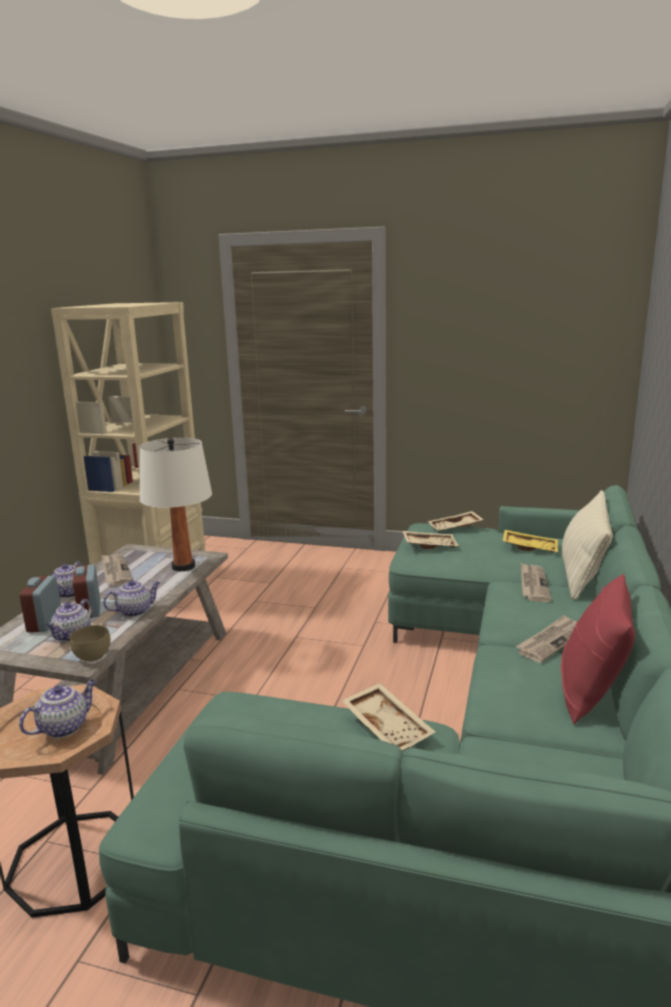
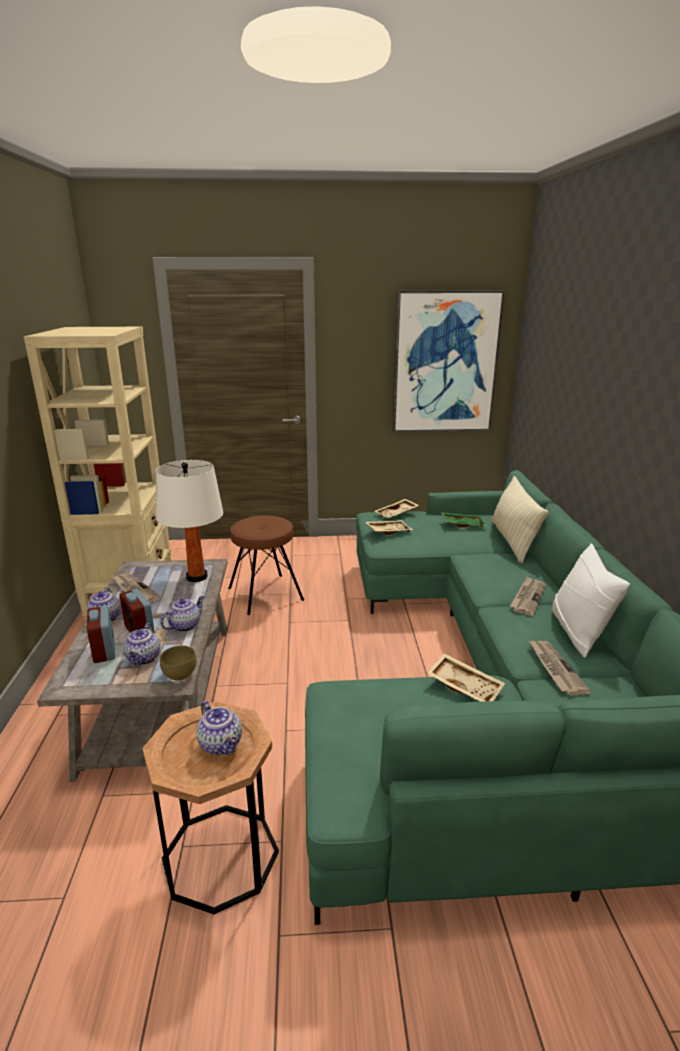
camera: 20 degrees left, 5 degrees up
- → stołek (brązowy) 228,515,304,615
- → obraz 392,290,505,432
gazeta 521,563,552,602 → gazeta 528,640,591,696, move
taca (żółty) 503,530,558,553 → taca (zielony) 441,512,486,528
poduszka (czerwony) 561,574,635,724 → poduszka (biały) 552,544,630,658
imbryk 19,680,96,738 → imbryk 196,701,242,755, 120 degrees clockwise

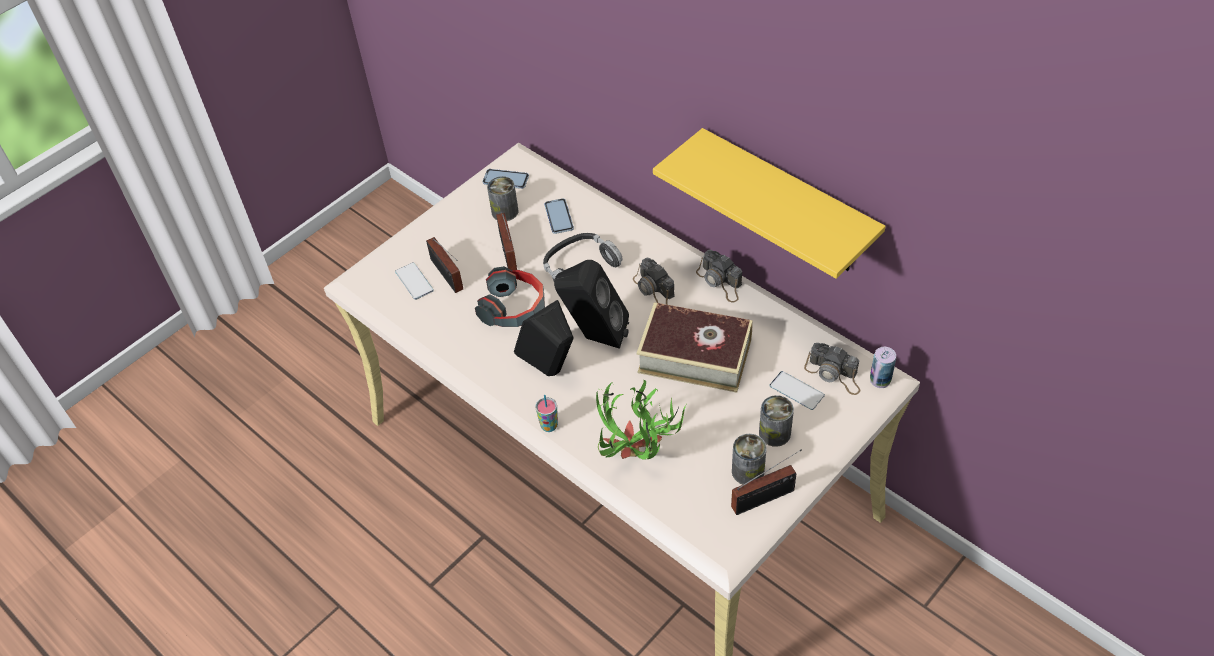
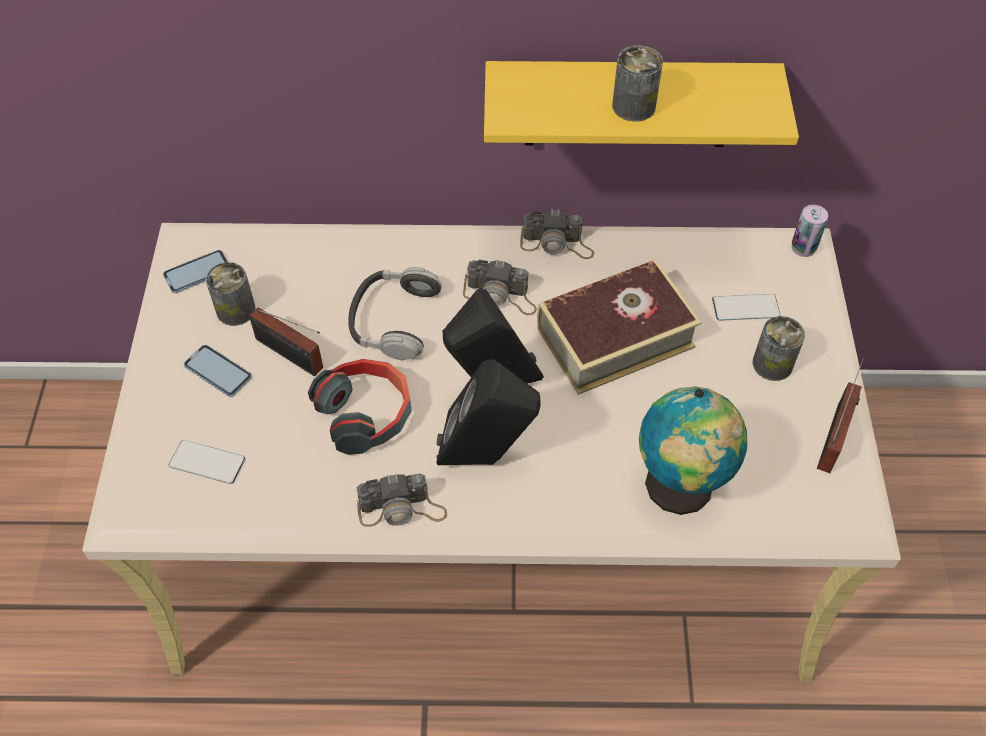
camera: 45 degrees left, 5 degrees up
radio 426,237,463,293 → -
filiżanka 536,395,558,432 → -
telefon 544,198,574,234 → telefon 184,345,252,397, move
puszka 732,434,767,485 → puszka 612,45,663,122, move
aparat fotograficzny 804,343,860,395 → aparat fotograficzny 357,474,447,527, move
roślina doniczkowa 596,380,687,460 → globus 639,386,747,515

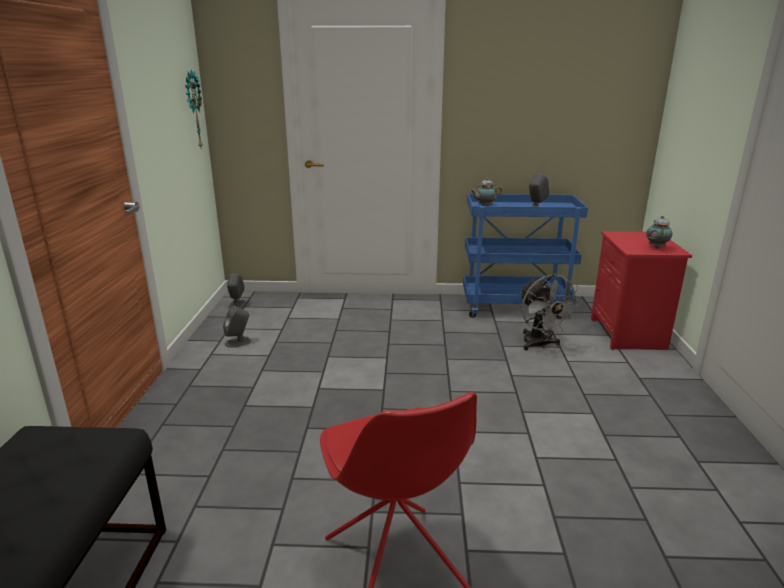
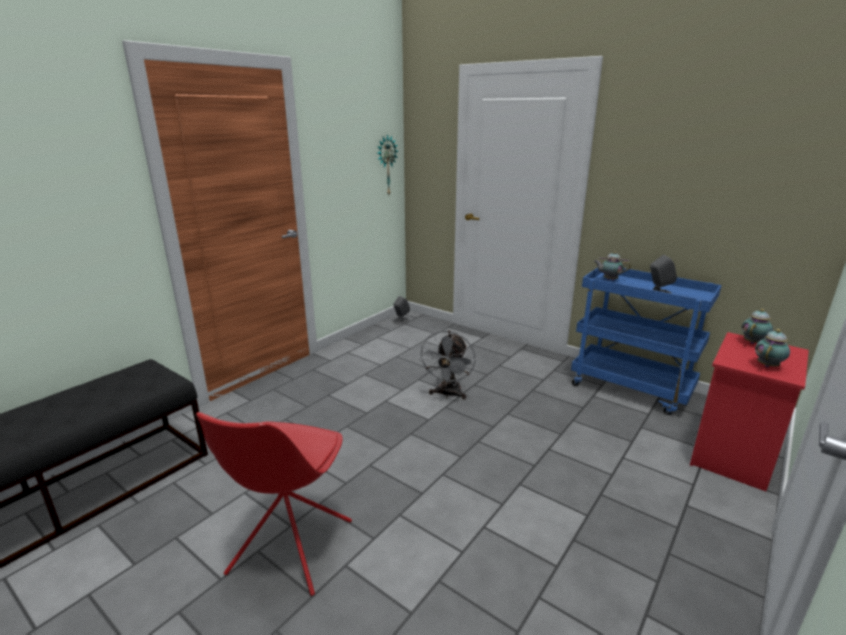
camera: 35 degrees right, 0 degrees up
głośnik (szary) 223,306,251,348 → -
- → imbryk 742,309,773,344
wentylator (szary) 520,274,582,350 → wentylator (szary) 418,330,476,400, move

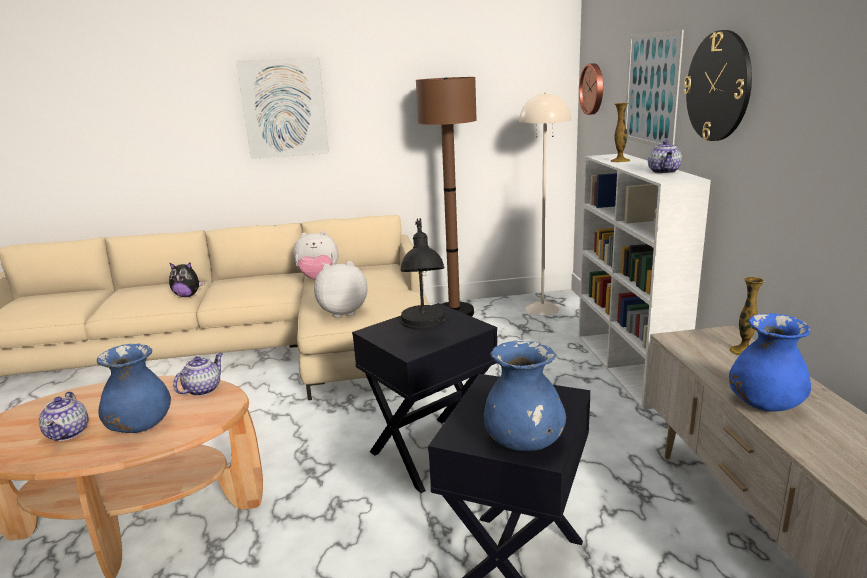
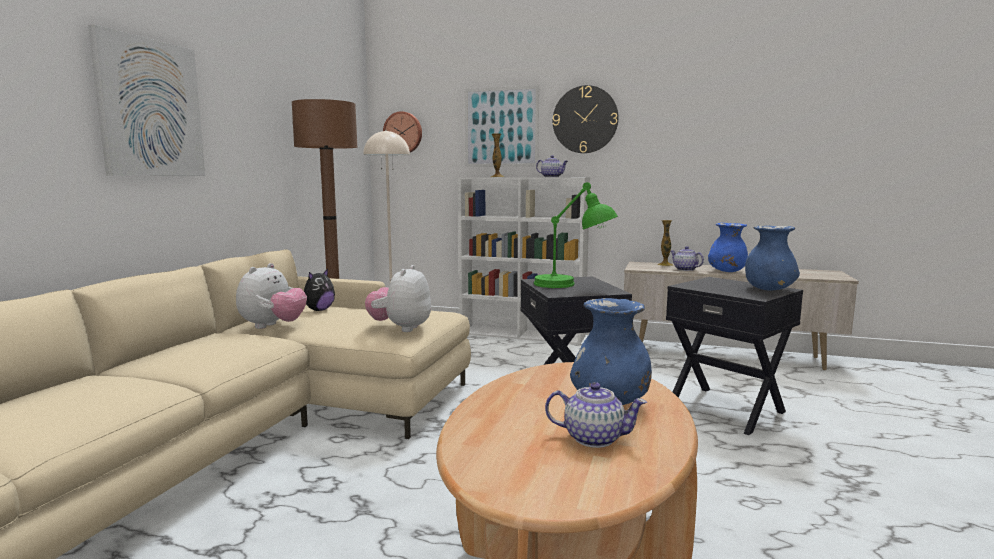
camera: 65 degrees left, 10 degrees down
pluszak 169,262,204,297 → pluszak 304,269,335,311, move
imbryk 173,353,223,396 → imbryk 671,246,704,271, move
lampa stołowa (czarny) 400,218,446,330 → lampa stołowa (zielony) 534,182,618,288

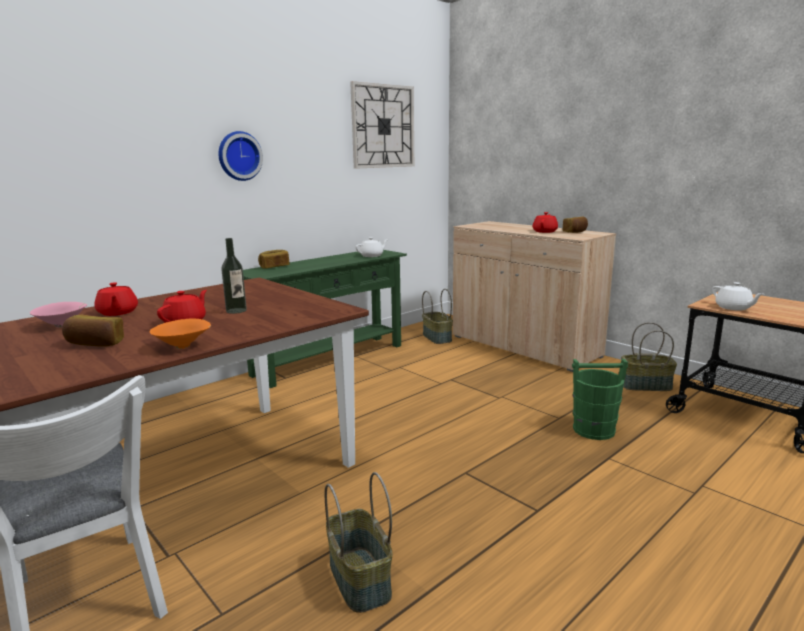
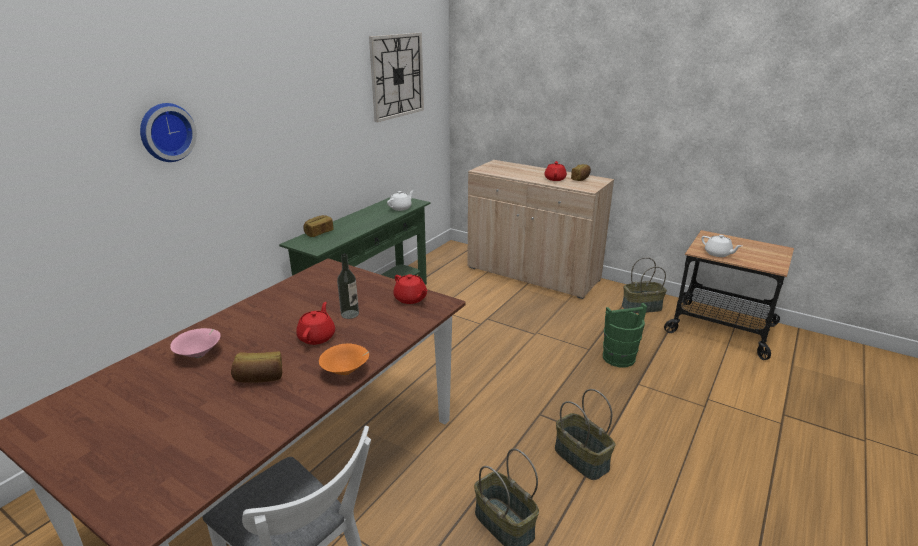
camera: 15 degrees left, 10 degrees up
imbryk (czerwony) 94,282,138,316 → imbryk (czerwony) 393,274,428,304, move
zegar ścienny 218,131,263,181 → zegar ścienny 140,103,197,162, move
koszyk 422,289,453,344 → koszyk 555,389,615,480, move

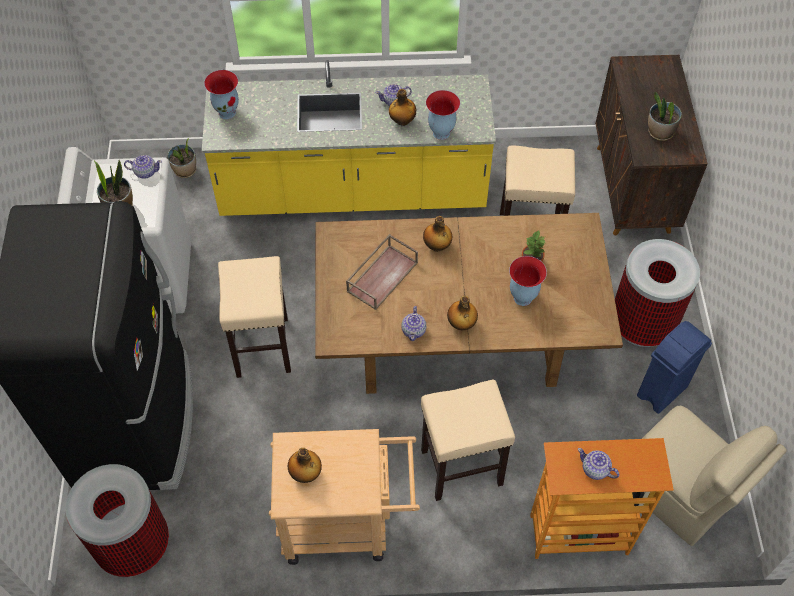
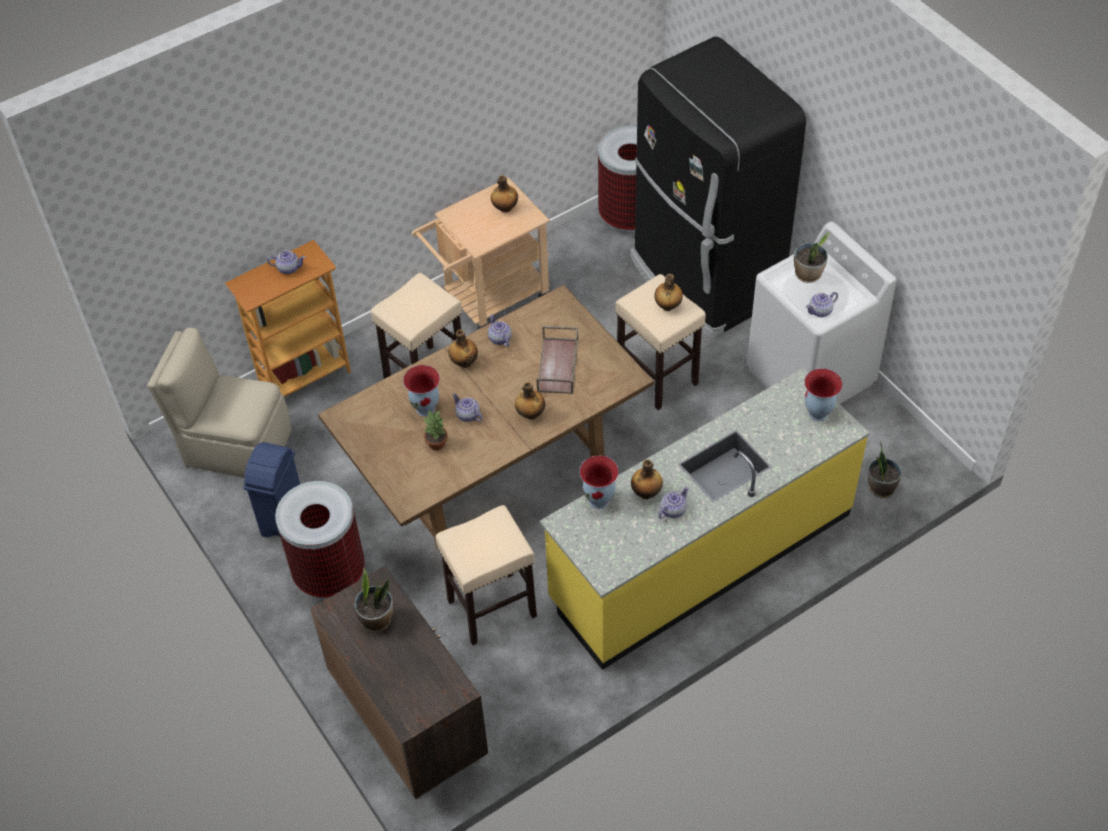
camera: 150 degrees right, 5 degrees down
- → imbryk 452,393,483,422
- → butelka 654,274,683,311

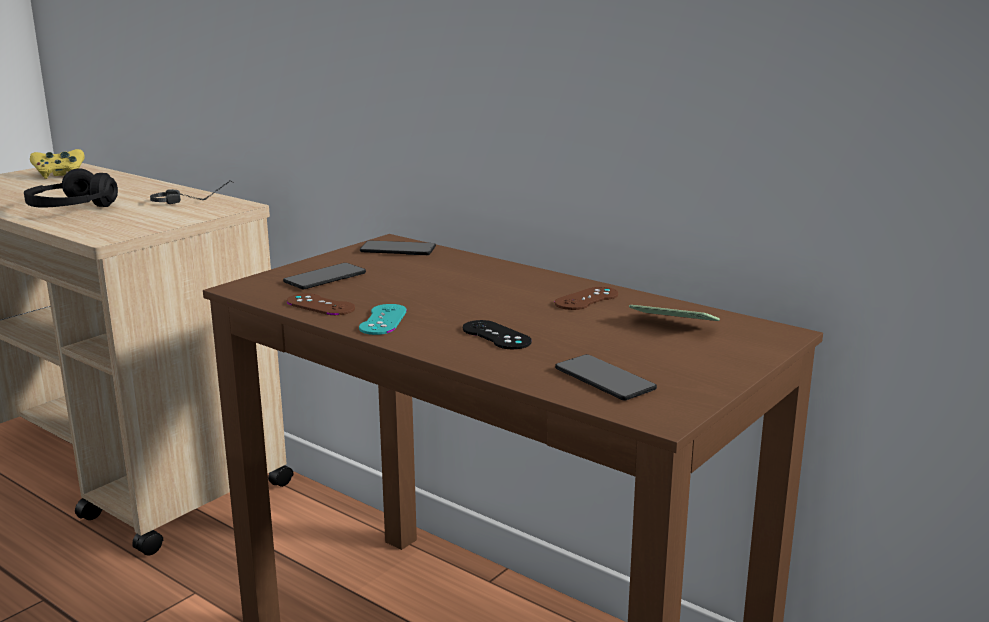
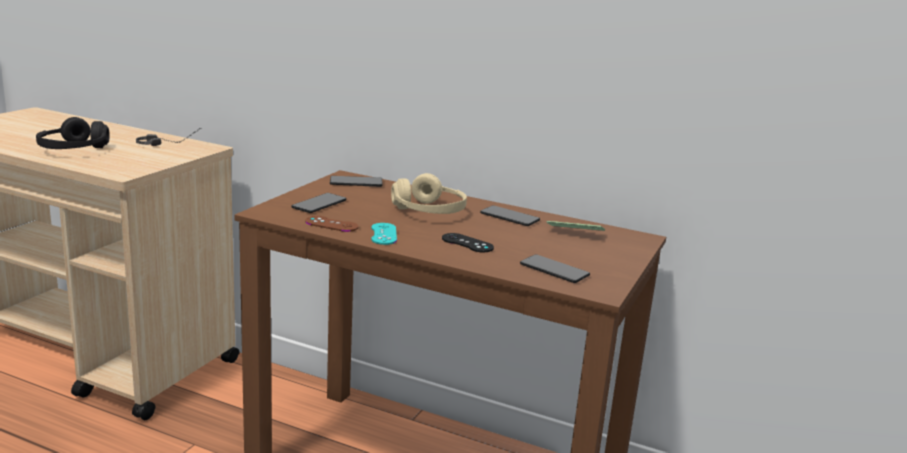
camera: 15 degrees left, 0 degrees up
pad do gier (żółty) 30,149,85,179 → -
- → słuchawki (beżowy) 391,173,467,214
pad do gier (brązowy) 554,287,618,310 → telefon 480,205,540,226

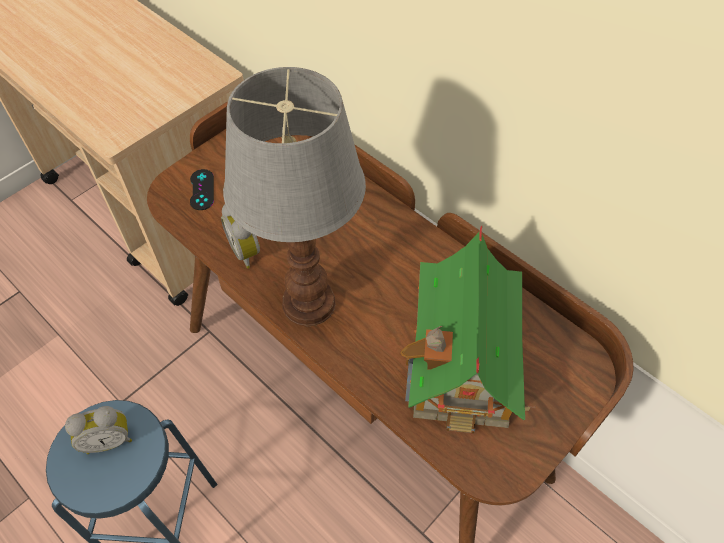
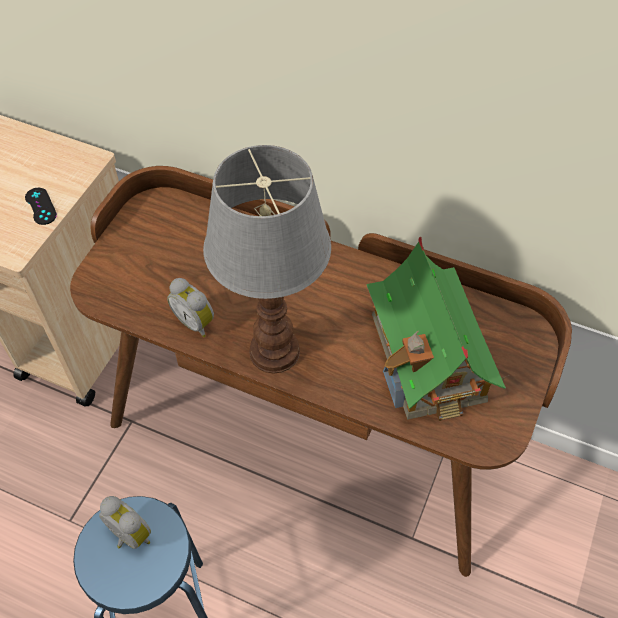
camera: 20 degrees left, 0 degrees up
pad do gier (czarny) 190,169,214,210 → pad do gier (czarny) 25,188,57,225, move
budzik 65,406,132,454 → budzik 99,496,151,549, 105 degrees counterclockwise

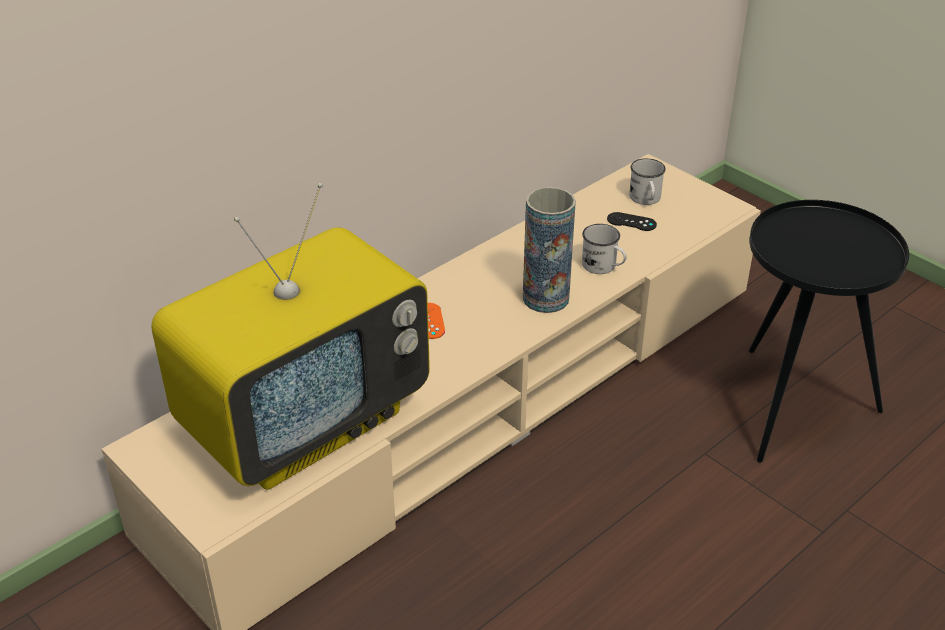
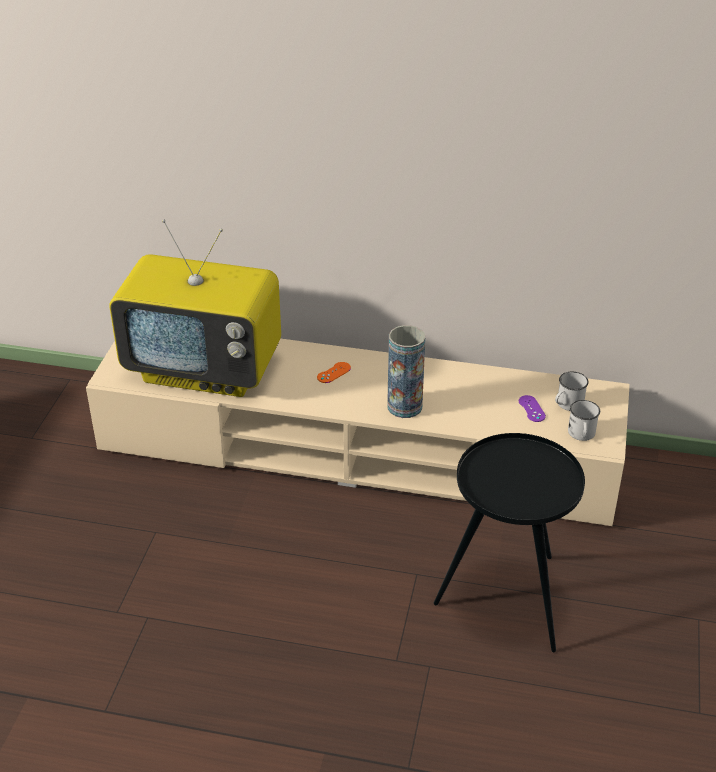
camera: 55 degrees right, 0 degrees up
kubek (biały) 582,224,627,274 → kubek (biały) 568,400,600,441, move
pad do gier (czarny) 607,212,657,231 → pad do gier (fioletowy) 519,395,546,422

